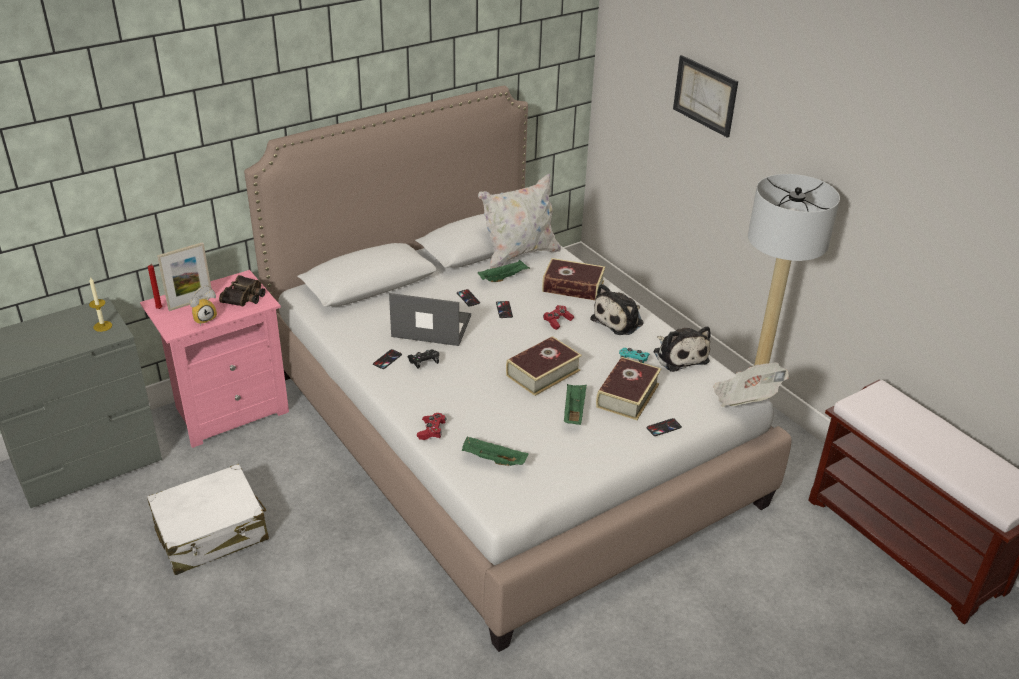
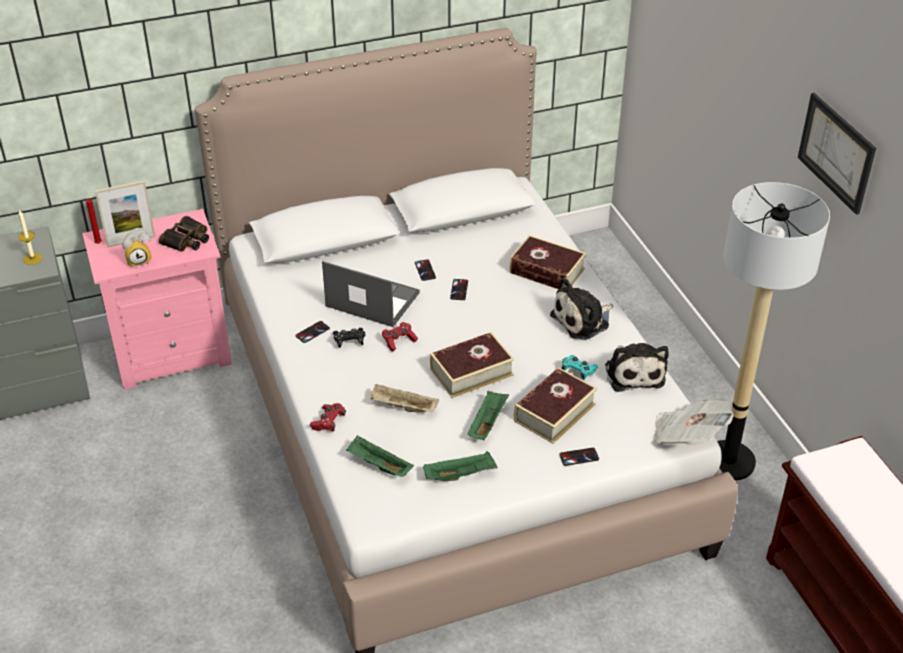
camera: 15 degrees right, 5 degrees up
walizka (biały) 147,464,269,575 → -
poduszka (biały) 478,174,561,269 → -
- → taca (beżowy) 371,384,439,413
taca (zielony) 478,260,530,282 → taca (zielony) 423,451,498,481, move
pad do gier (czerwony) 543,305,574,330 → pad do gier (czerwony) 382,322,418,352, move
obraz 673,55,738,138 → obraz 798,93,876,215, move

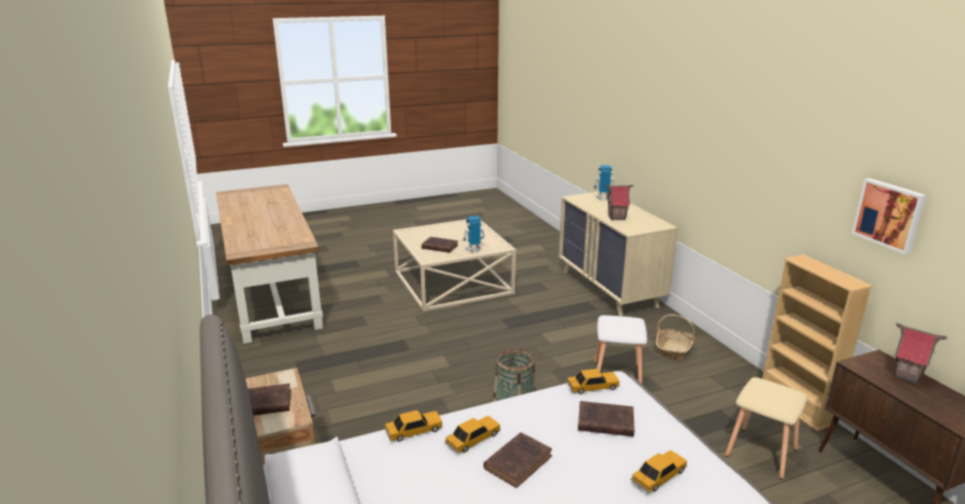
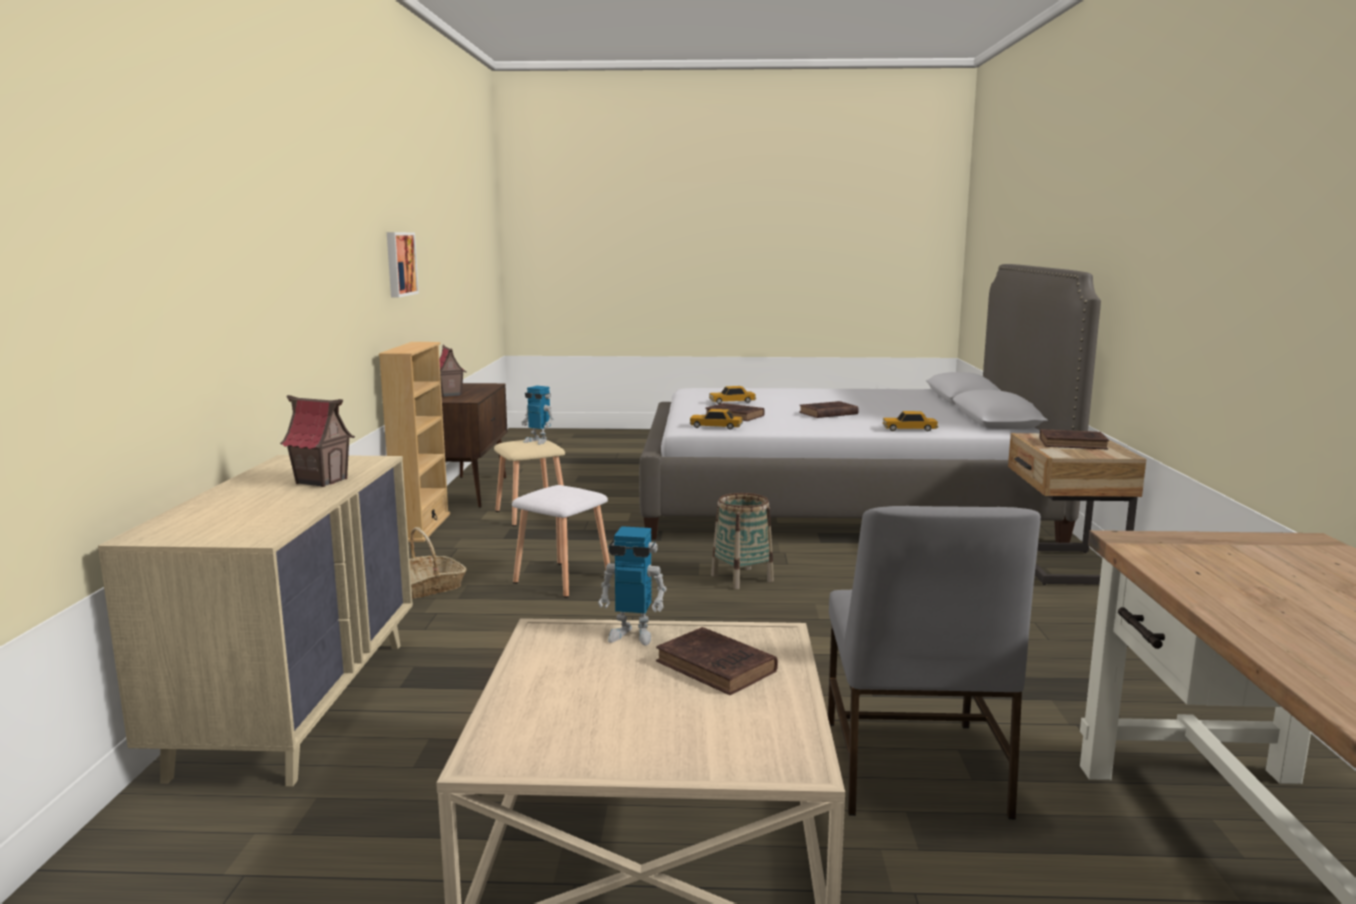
camera: 155 degrees left, 10 degrees down
samochodzik 444,416,500,454 → -
- → krzesło (szary) 828,506,1041,819
robot zabawkowy 593,165,615,201 → robot zabawkowy 522,386,554,445, move

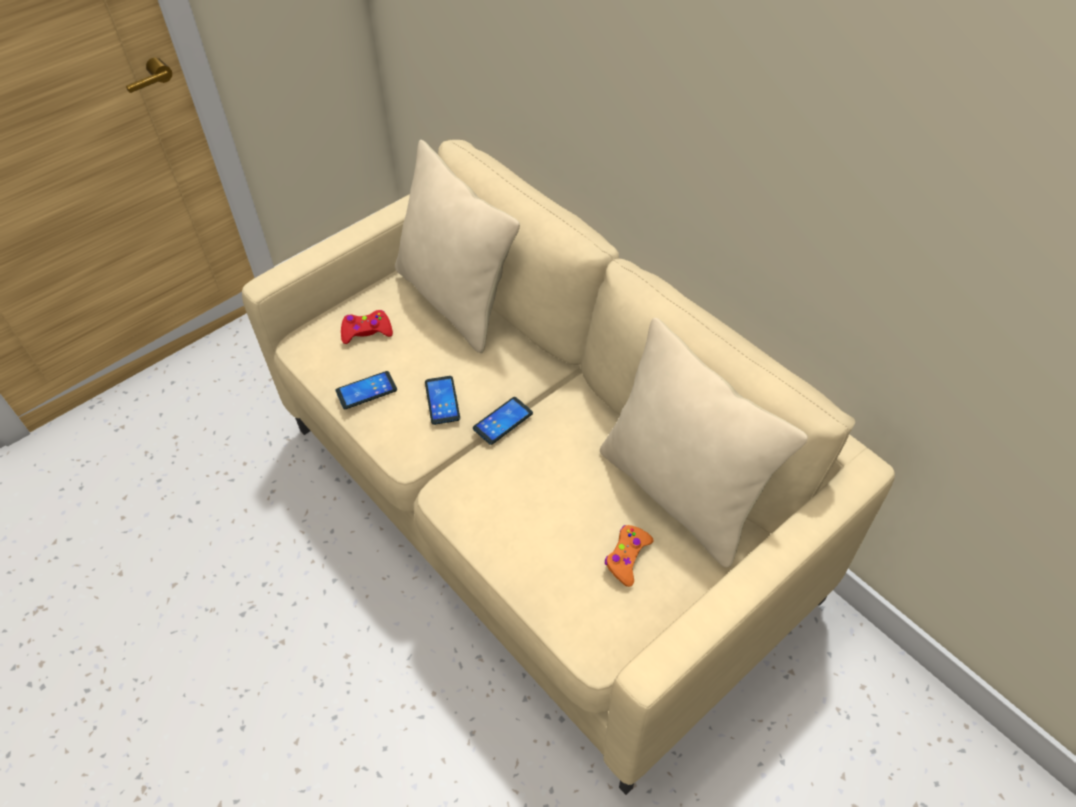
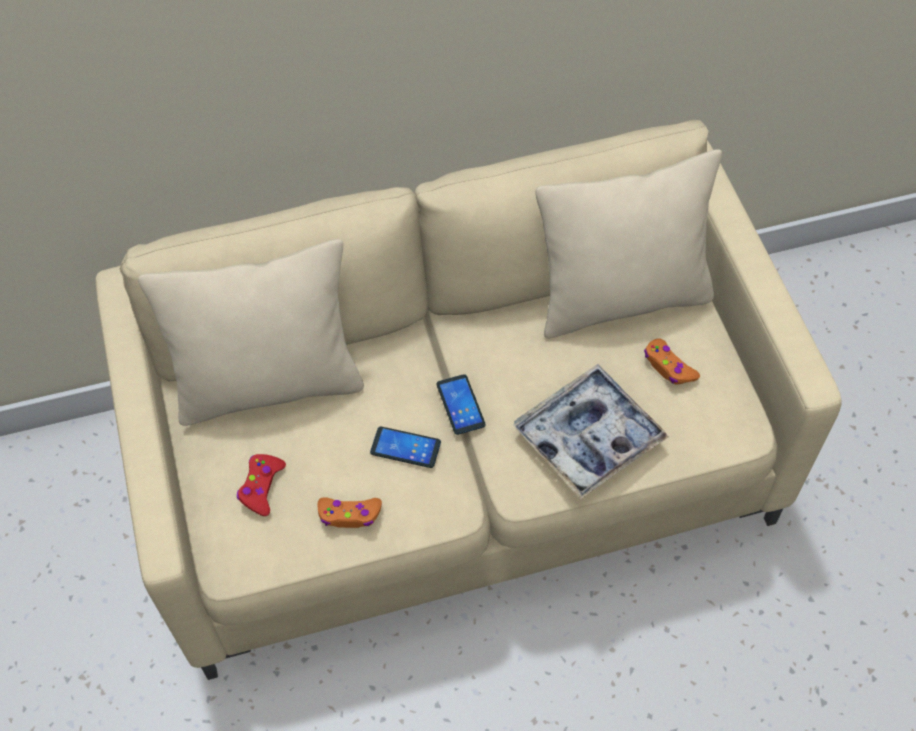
camera: 65 degrees left, 5 degrees up
- → taca 513,364,668,499
telefon 336,371,397,409 → pad do gier (pomarańczowy) 318,497,382,528

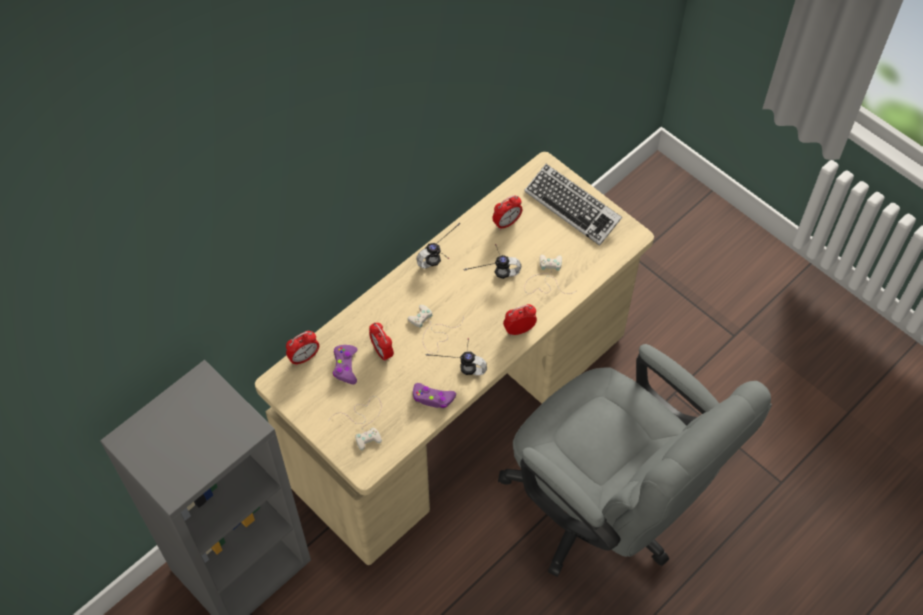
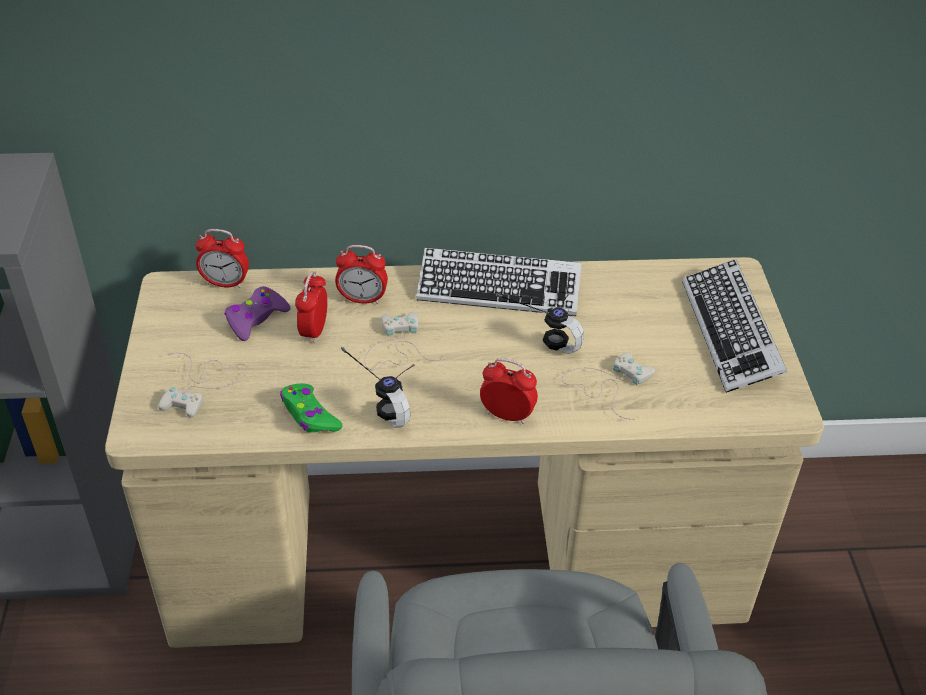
camera: 40 degrees right, 15 degrees down
budzik 492,195,522,230 → budzik 335,245,388,304, move
słuchawki 416,223,460,269 → klawiatura 416,248,581,316
pad do gier (fioletowy) 413,383,456,408 → pad do gier (zielony) 280,383,343,433

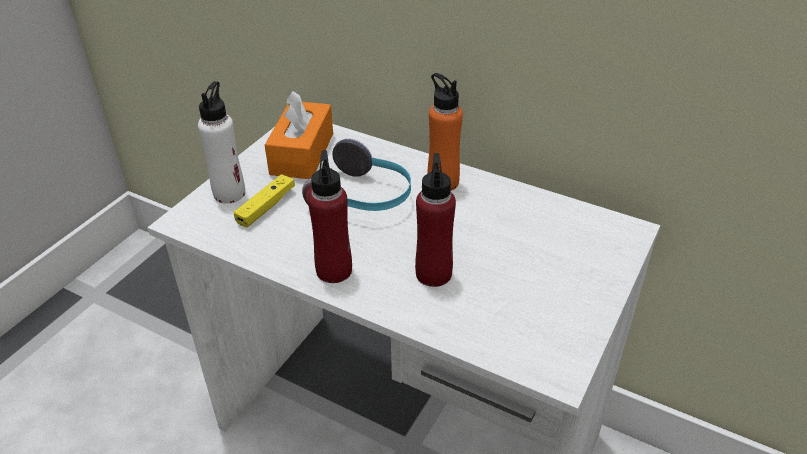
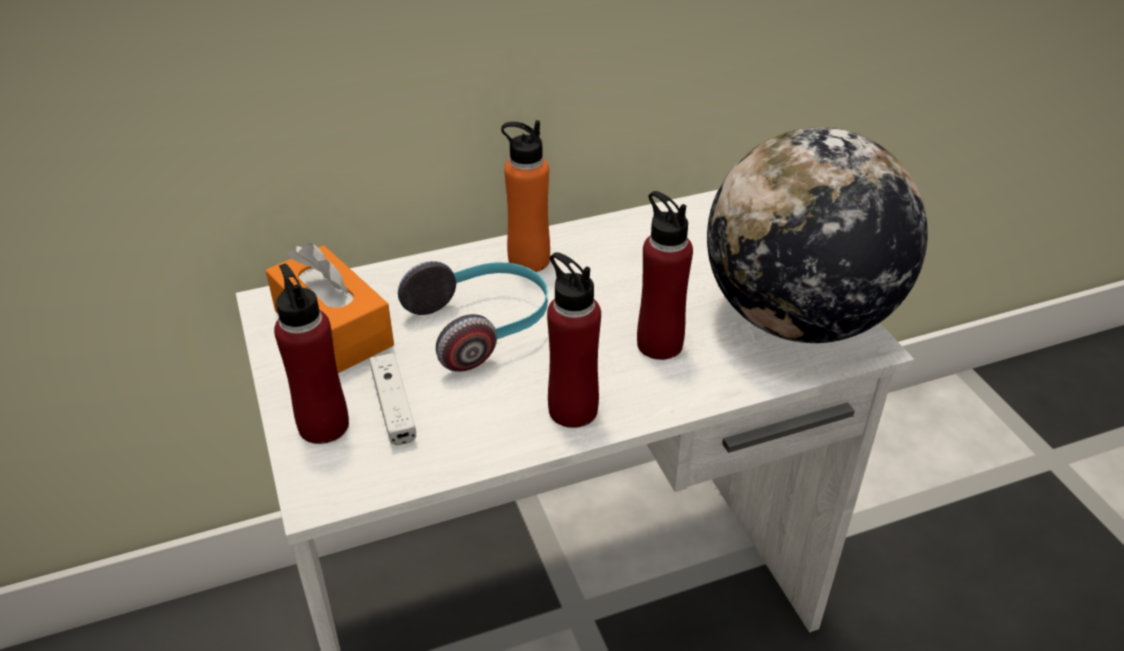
camera: 50 degrees left, 0 degrees up
- → globus 707,127,928,343
butelka (biały) 198,81,245,203 → butelka (czerwony) 274,264,349,444
pad do gier (żółty) 233,174,295,227 → pad do gier (biały) 370,353,416,445

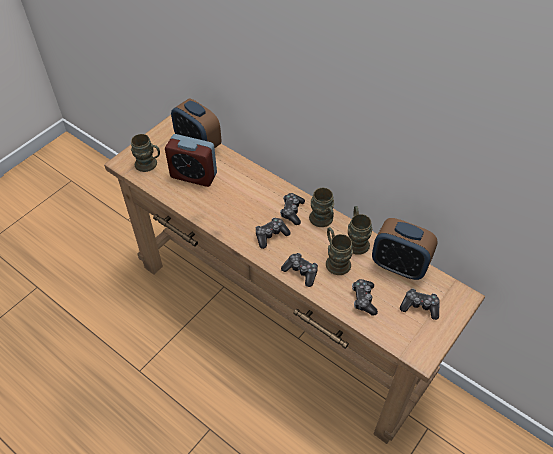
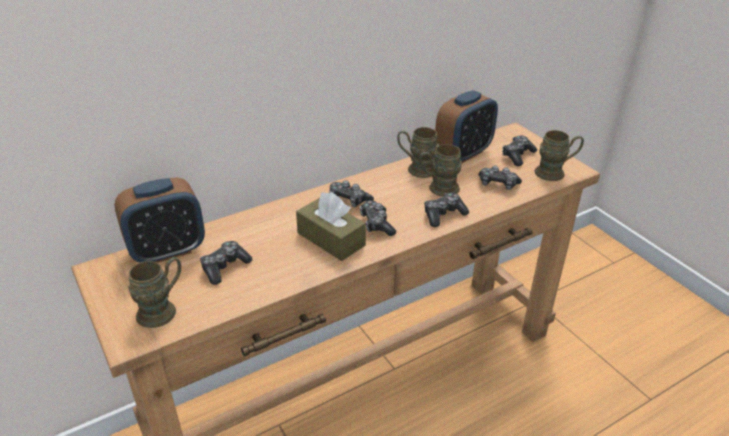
camera: 70 degrees left, 15 degrees down
- → pudełko chusteczek (brązowy) 296,192,366,261
kubek (brązowy) 309,188,335,227 → kubek (brązowy) 535,130,584,181, move
budzik 165,134,217,187 → pad do gier 200,241,252,285

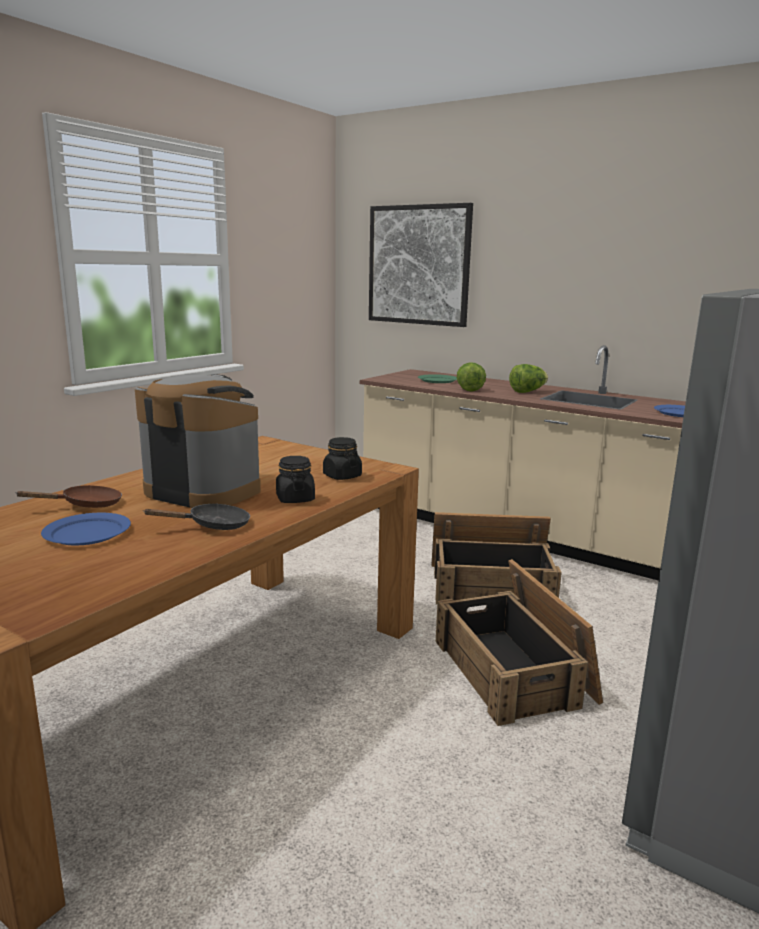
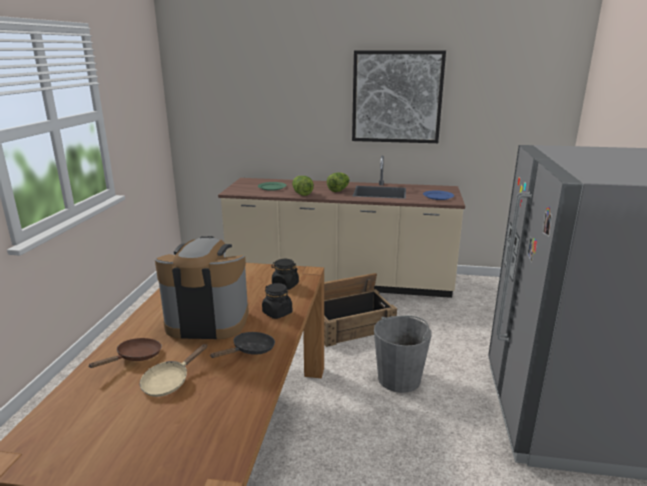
camera: 25 degrees left, 5 degrees up
obraz 369,203,473,327 → obraz 352,50,446,143, move
talerz (niebieski) 41,513,131,545 → patelnia (beżowy) 140,344,208,397
skrzynka 436,559,603,726 → wiadro (szary) 374,316,431,393

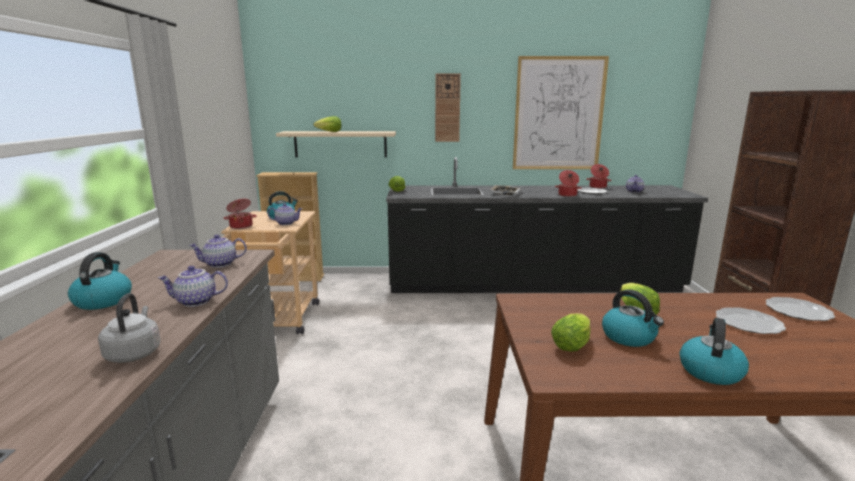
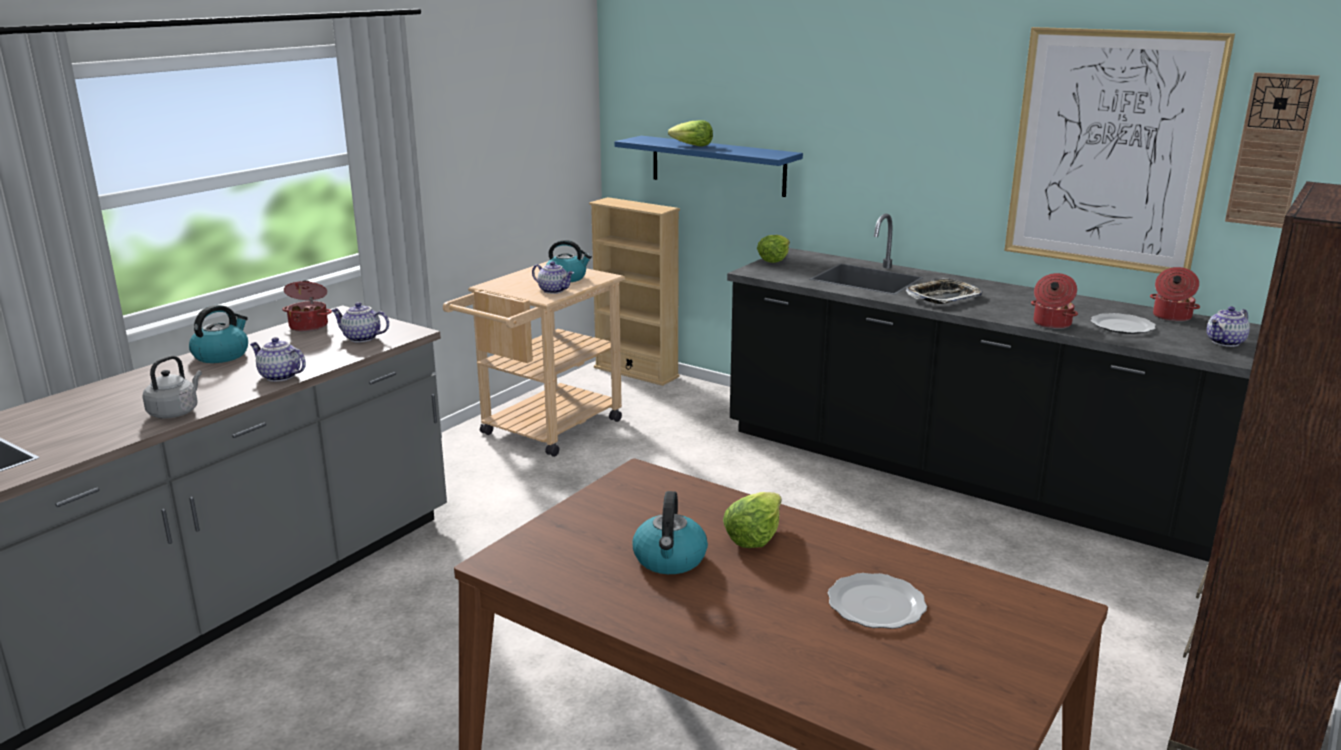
camera: 35 degrees right, 5 degrees up
sałata 551,313,591,352 → -
czajnik 680,318,749,385 → -
talerz 766,297,835,321 → -
garnek 224,199,257,229 → garnek 282,280,332,332, move
zegar ścienny 435,73,461,142 → zegar ścienny 1225,72,1319,228, move
półka (beżowy) 276,131,396,157 → półka (niebieski) 614,136,803,197

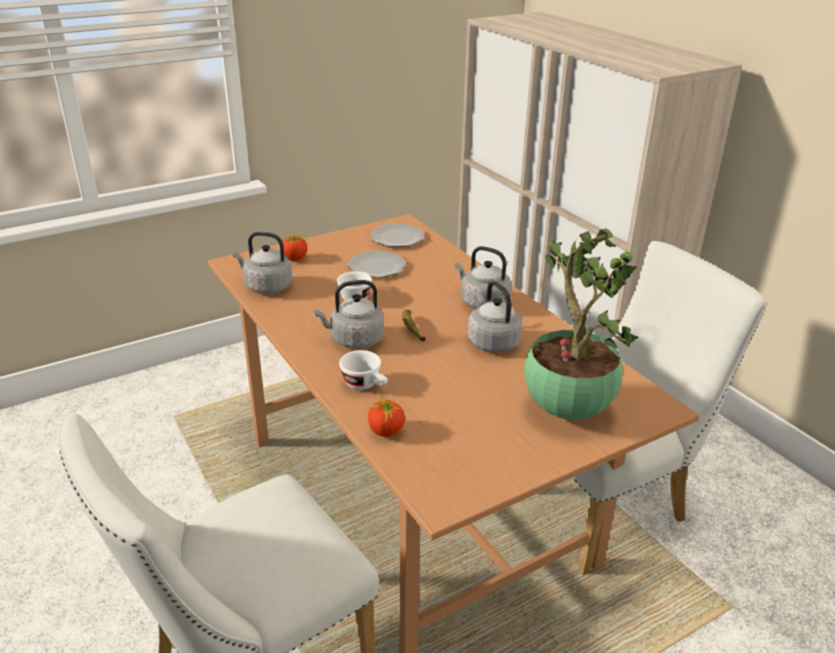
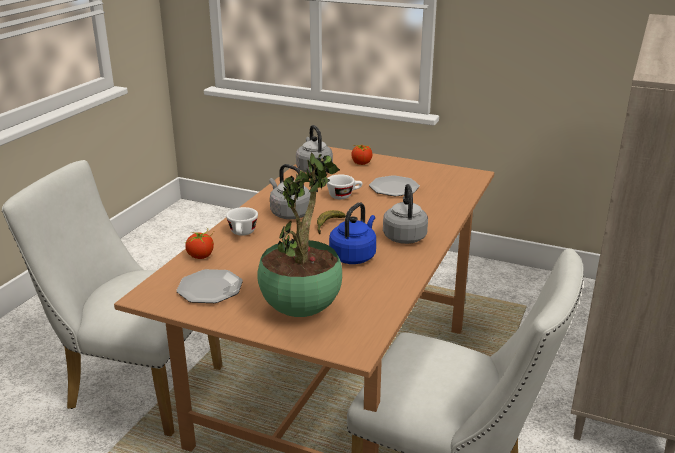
camera: 55 degrees right, 5 degrees down
talerz 371,224,424,247 → talerz 176,269,243,303, move
czajnik (szary) 468,281,522,353 → czajnik (niebieski) 329,202,376,264

